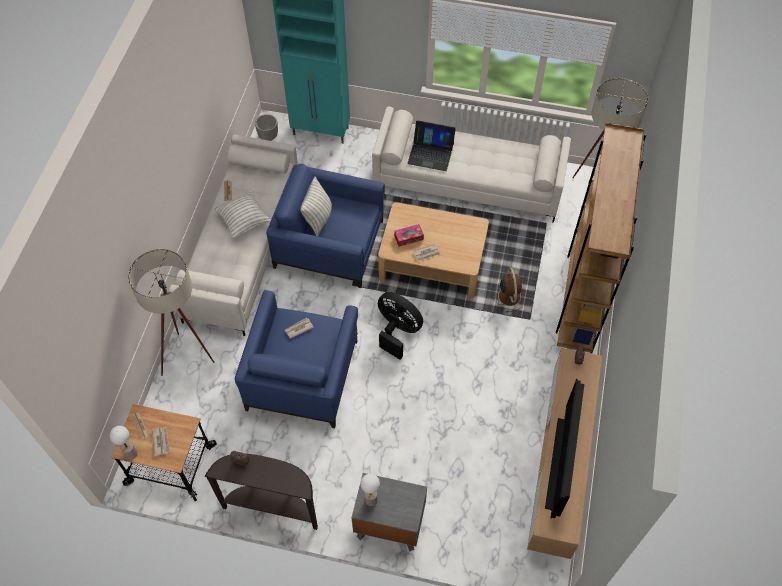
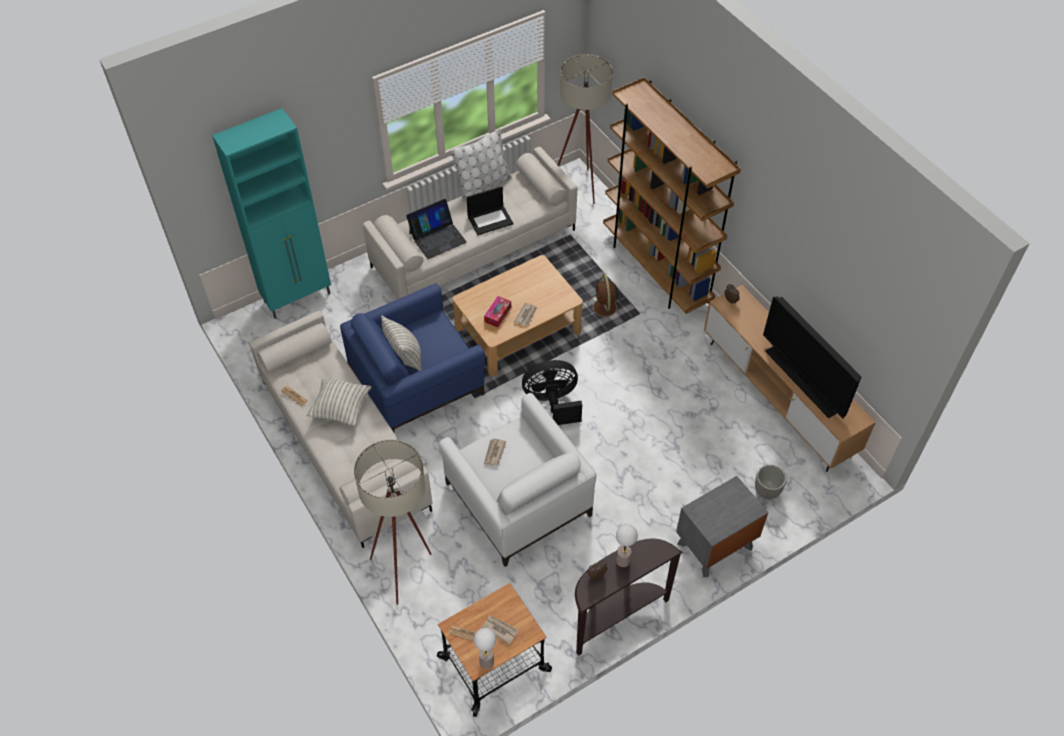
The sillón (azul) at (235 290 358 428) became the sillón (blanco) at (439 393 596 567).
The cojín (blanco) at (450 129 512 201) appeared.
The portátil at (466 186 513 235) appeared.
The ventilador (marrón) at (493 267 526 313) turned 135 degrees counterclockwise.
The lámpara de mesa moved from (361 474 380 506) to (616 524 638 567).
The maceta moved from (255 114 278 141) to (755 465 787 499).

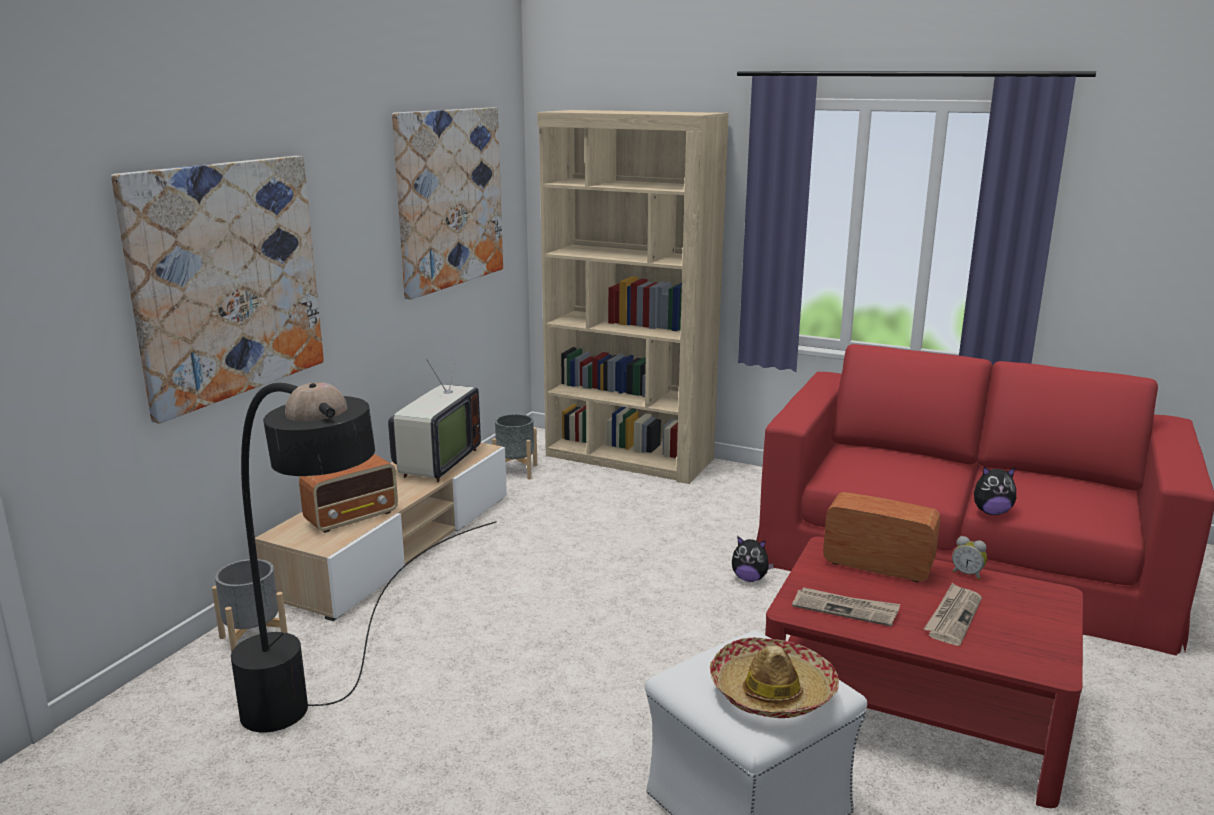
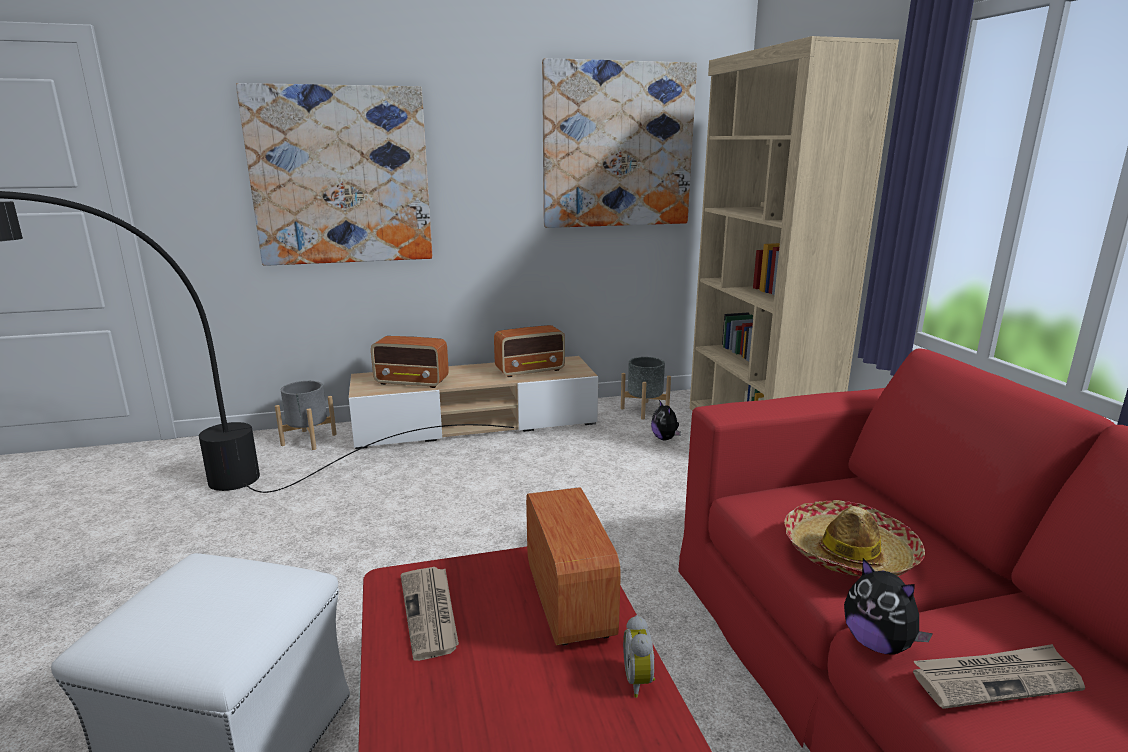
The televisor at (388 338 481 482) was replaced by the radio at (494 325 565 377).
The peluche moved from (732 536 774 582) to (651 400 681 440).
The sombrero moved from (710 637 839 718) to (784 500 925 576).
The periódico moved from (924 583 982 646) to (913 644 1085 709).

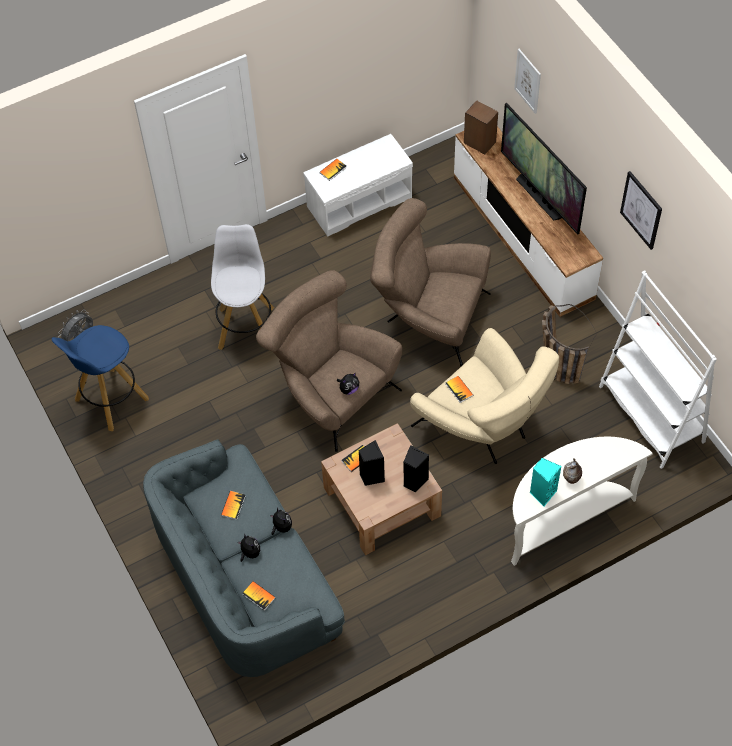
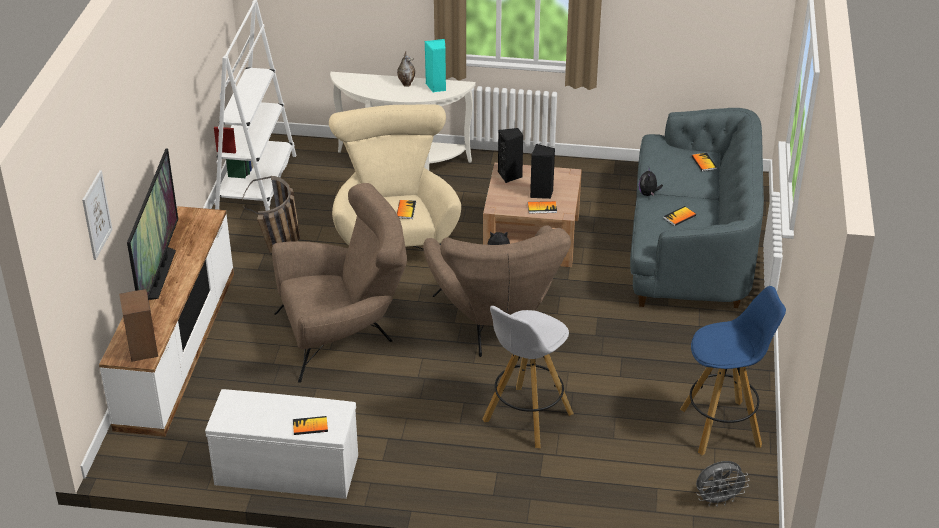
The sillón (marrón) at (370 198 491 366) turned 75 degrees counterclockwise.
The peluche at (238 535 260 562) disappeared.
The cuadro at (620 171 662 250) disappeared.

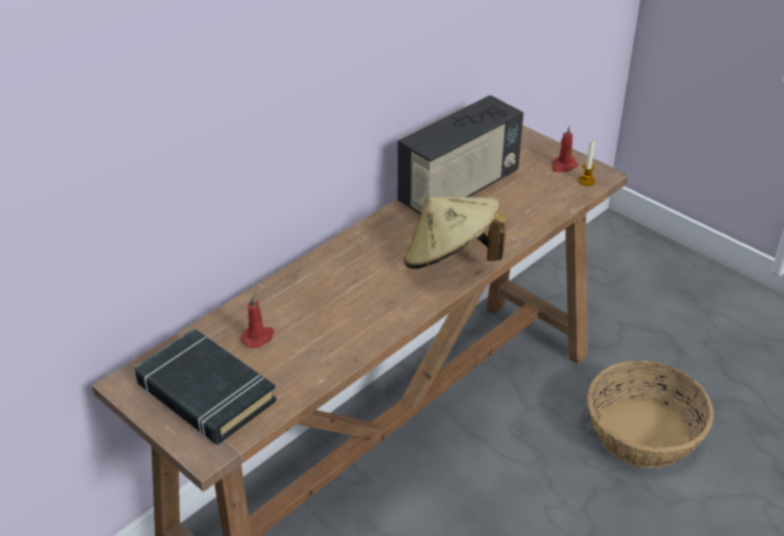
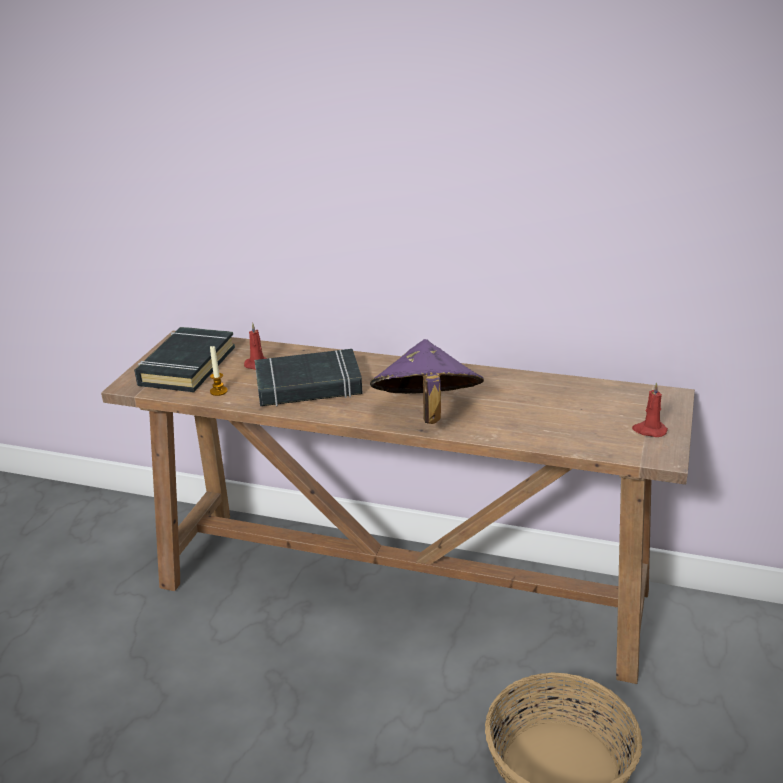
The vela moved from (578 139 595 186) to (210 346 228 396).
The libro (negro) at (255 349 363 406) appeared.
The sombrero (beis) at (404 196 507 269) became the sombrero (morado) at (370 339 484 424).
The radio at (398 95 523 215) disappeared.

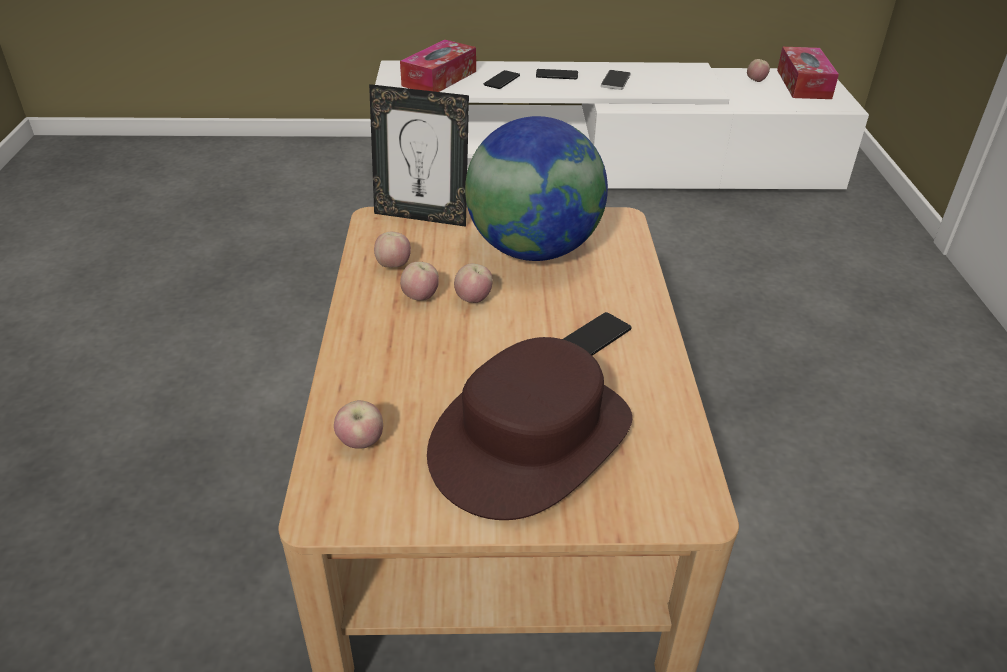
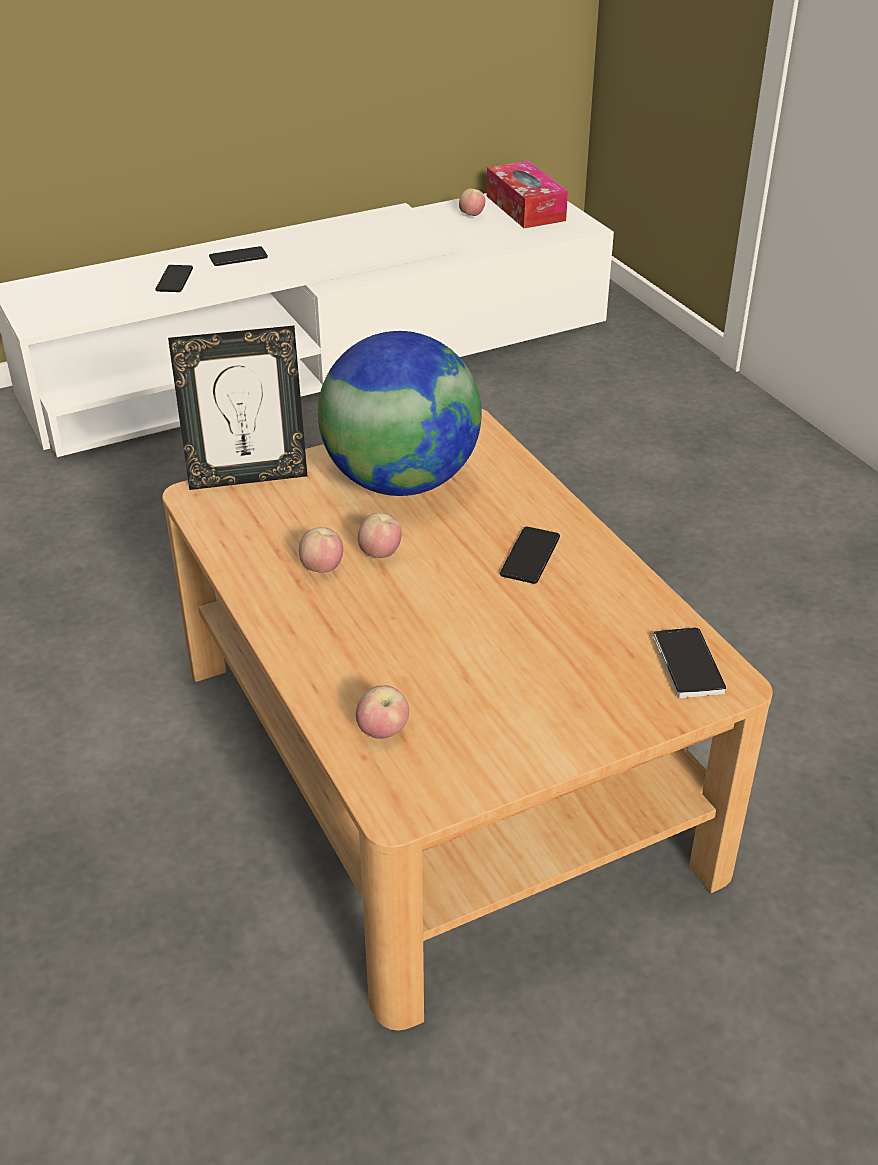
The móvil moved from (601 70 631 90) to (653 627 726 698).
The manzana at (374 231 411 267) disappeared.
The caja de pañuelos at (400 40 476 92) disappeared.
The sombrero (marrón) at (427 337 632 520) disappeared.

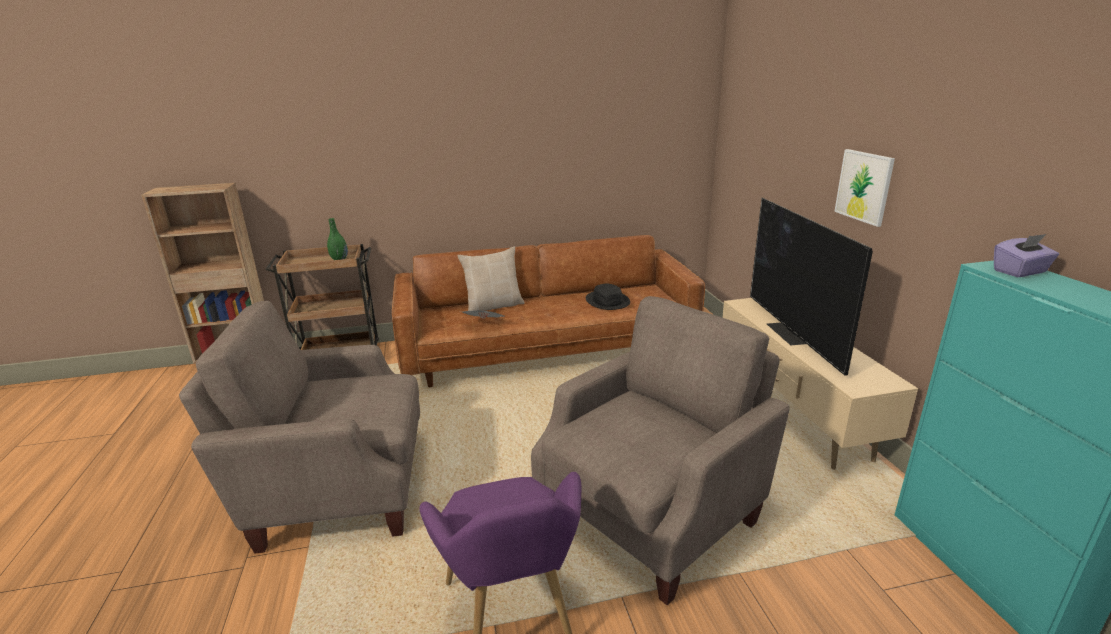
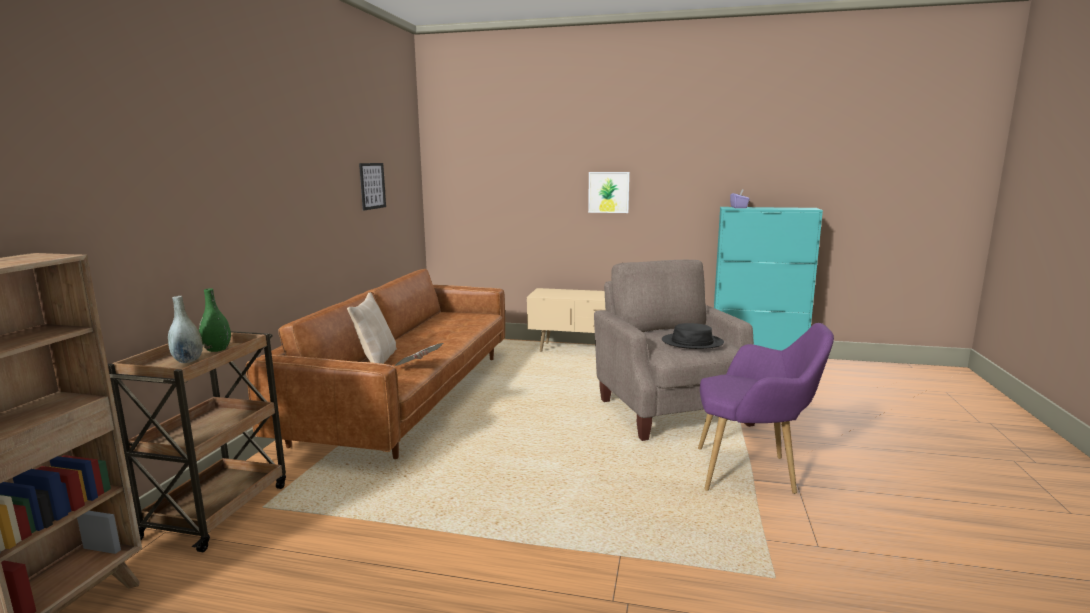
The florero (gris) at (168 296 203 363) appeared.
The cuadro at (359 163 386 211) appeared.
The sombrero (negro) moved from (586 284 630 310) to (662 323 724 349).
The sillón (beis) at (179 301 420 554) disappeared.
The televisor at (750 198 873 376) disappeared.

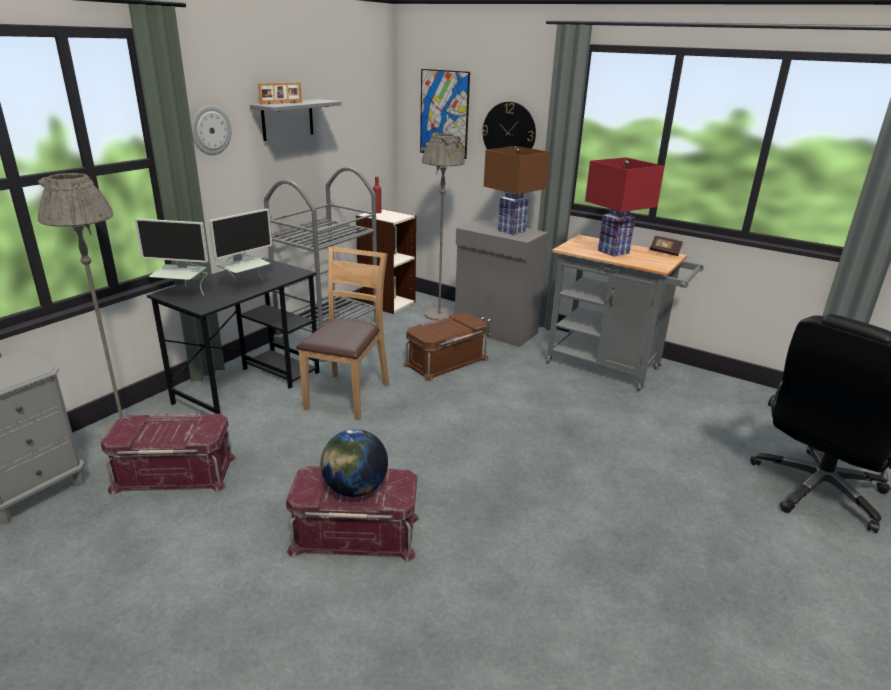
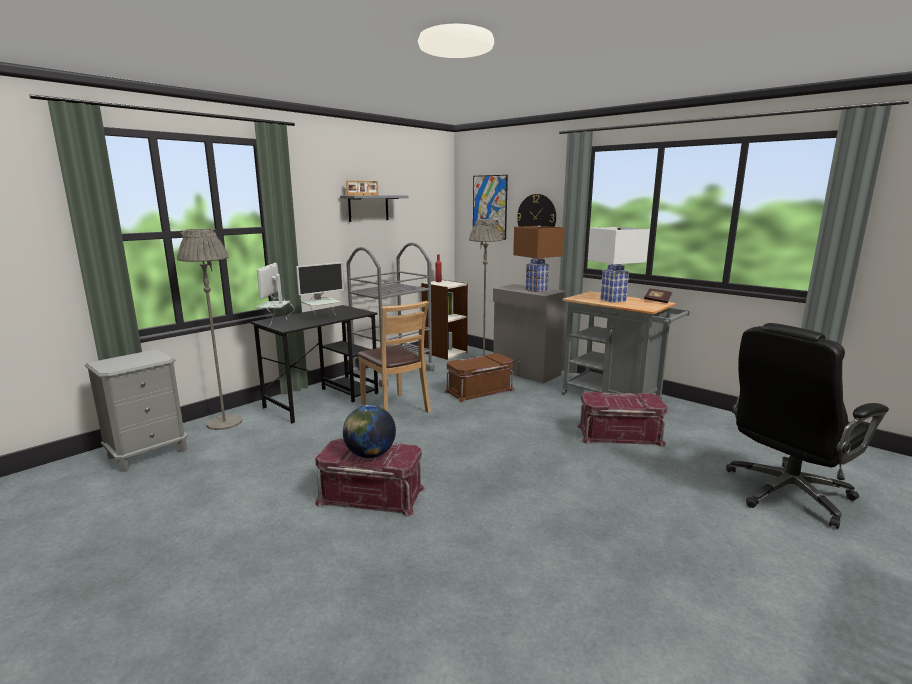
The monitor at (134 218 208 296) turned 75 degrees clockwise.
The silla (marrón) at (296 247 389 420) turned 120 degrees clockwise.
The caja de almacenaje (rojo) moved from (101 413 237 495) to (577 392 668 447).
The lámpara de mesa (rojo) at (585 158 665 256) became the lámpara de mesa (blanco) at (588 226 650 303).
The reloj de pared at (191 105 232 155) disappeared.

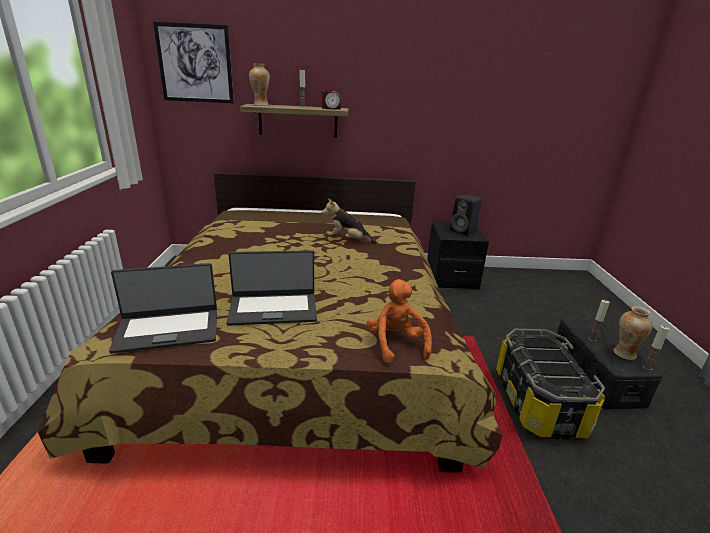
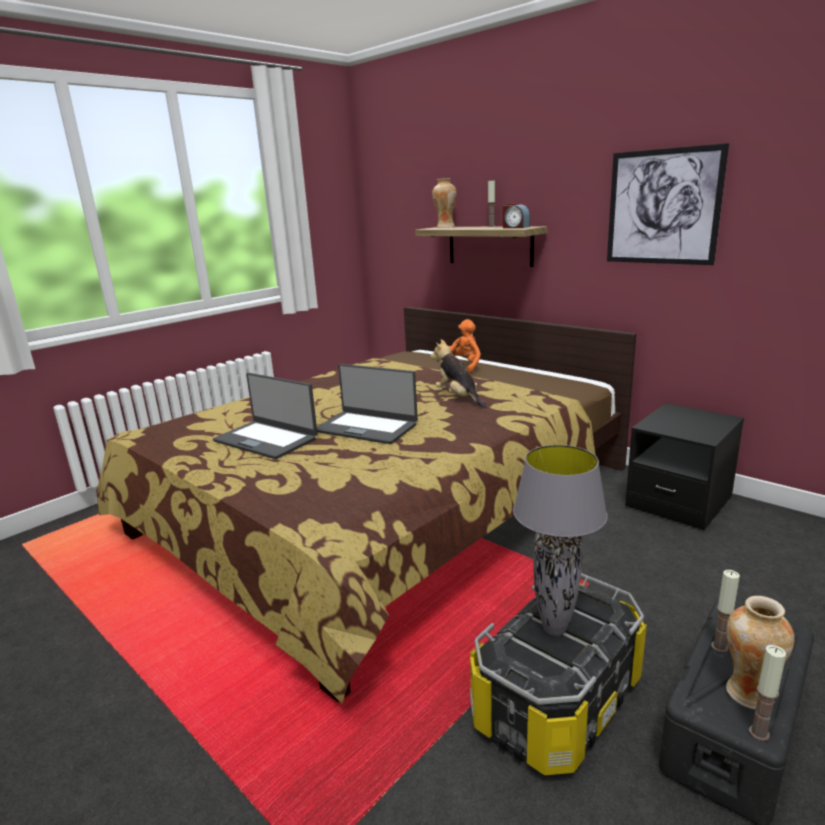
The portátil moved from (109 263 217 353) to (317 364 418 444).
The peluche (naranja) moved from (366 279 432 363) to (449 319 481 374).
The lámpara de mesa (gris) at (513 445 608 636) appeared.
The cuadro moved from (153 22 234 103) to (607 143 729 265).
The altavoz (negro) at (450 194 482 235) disappeared.

